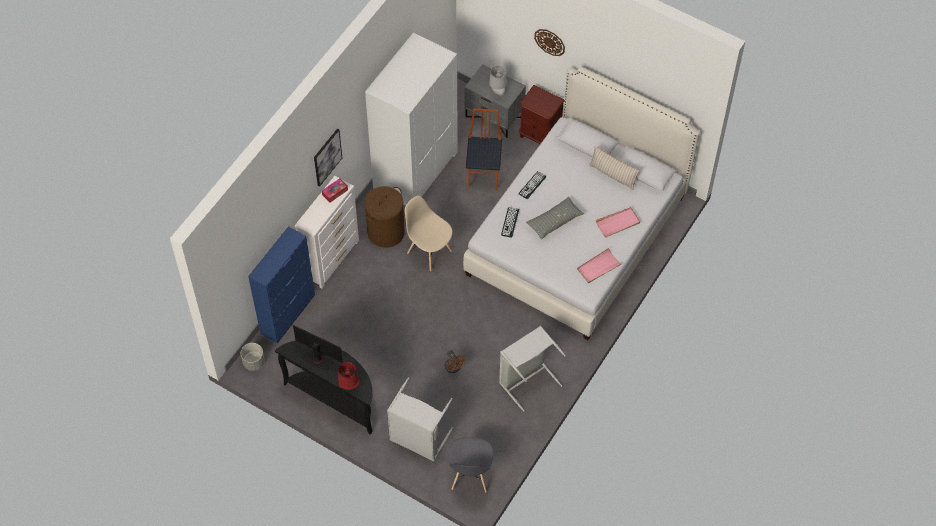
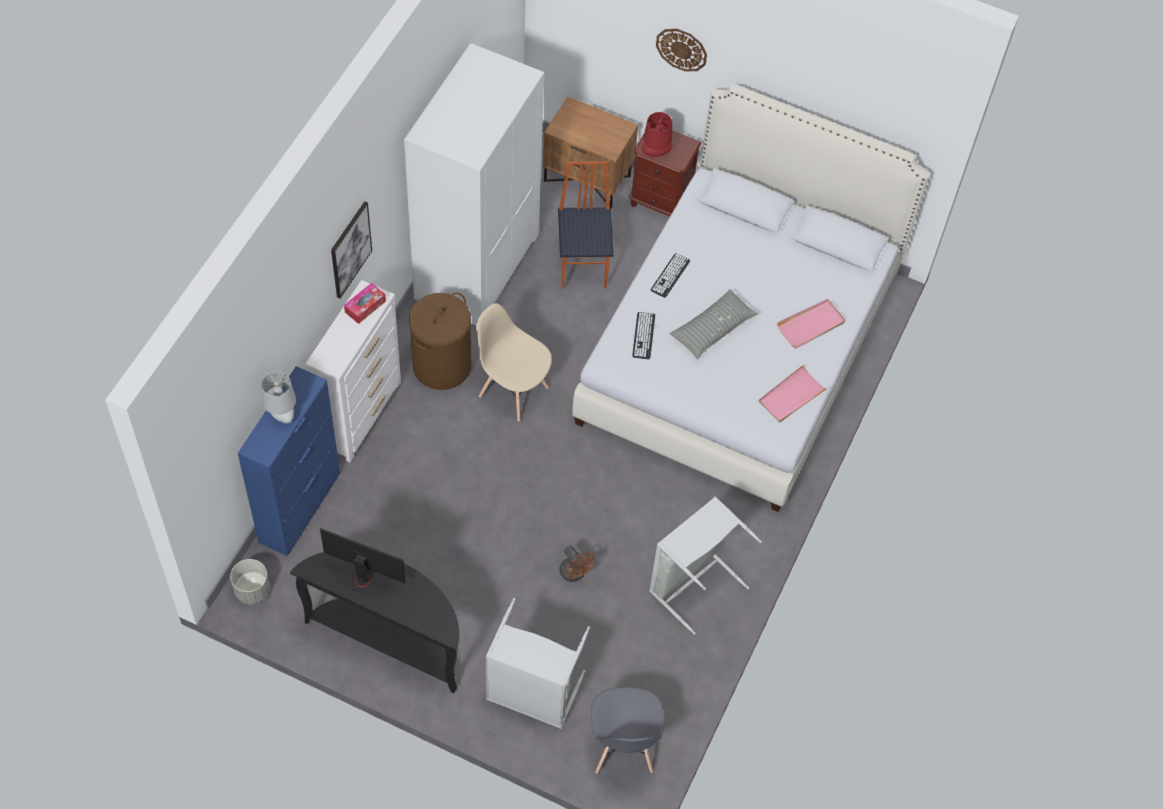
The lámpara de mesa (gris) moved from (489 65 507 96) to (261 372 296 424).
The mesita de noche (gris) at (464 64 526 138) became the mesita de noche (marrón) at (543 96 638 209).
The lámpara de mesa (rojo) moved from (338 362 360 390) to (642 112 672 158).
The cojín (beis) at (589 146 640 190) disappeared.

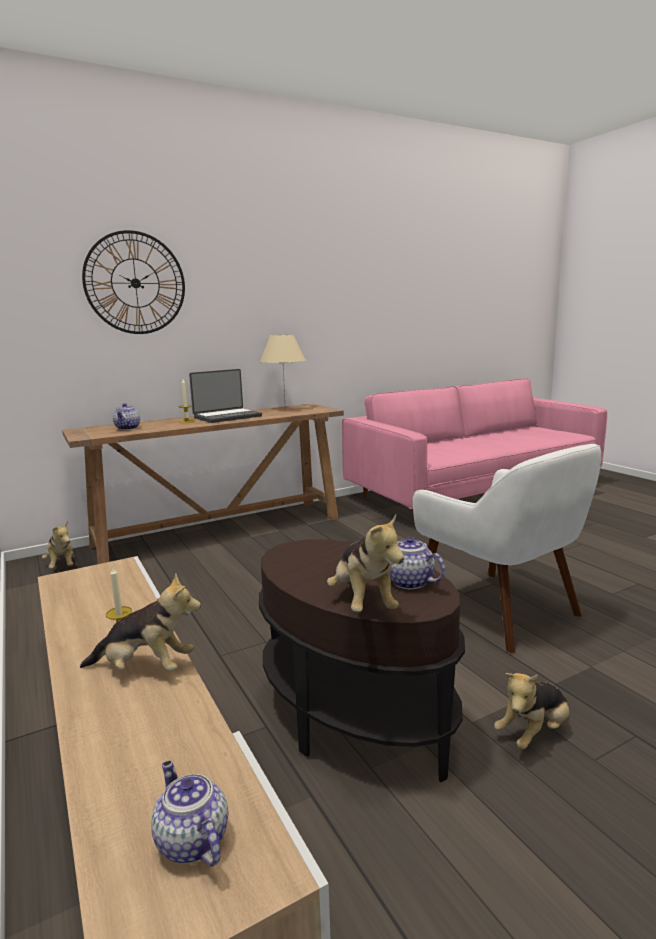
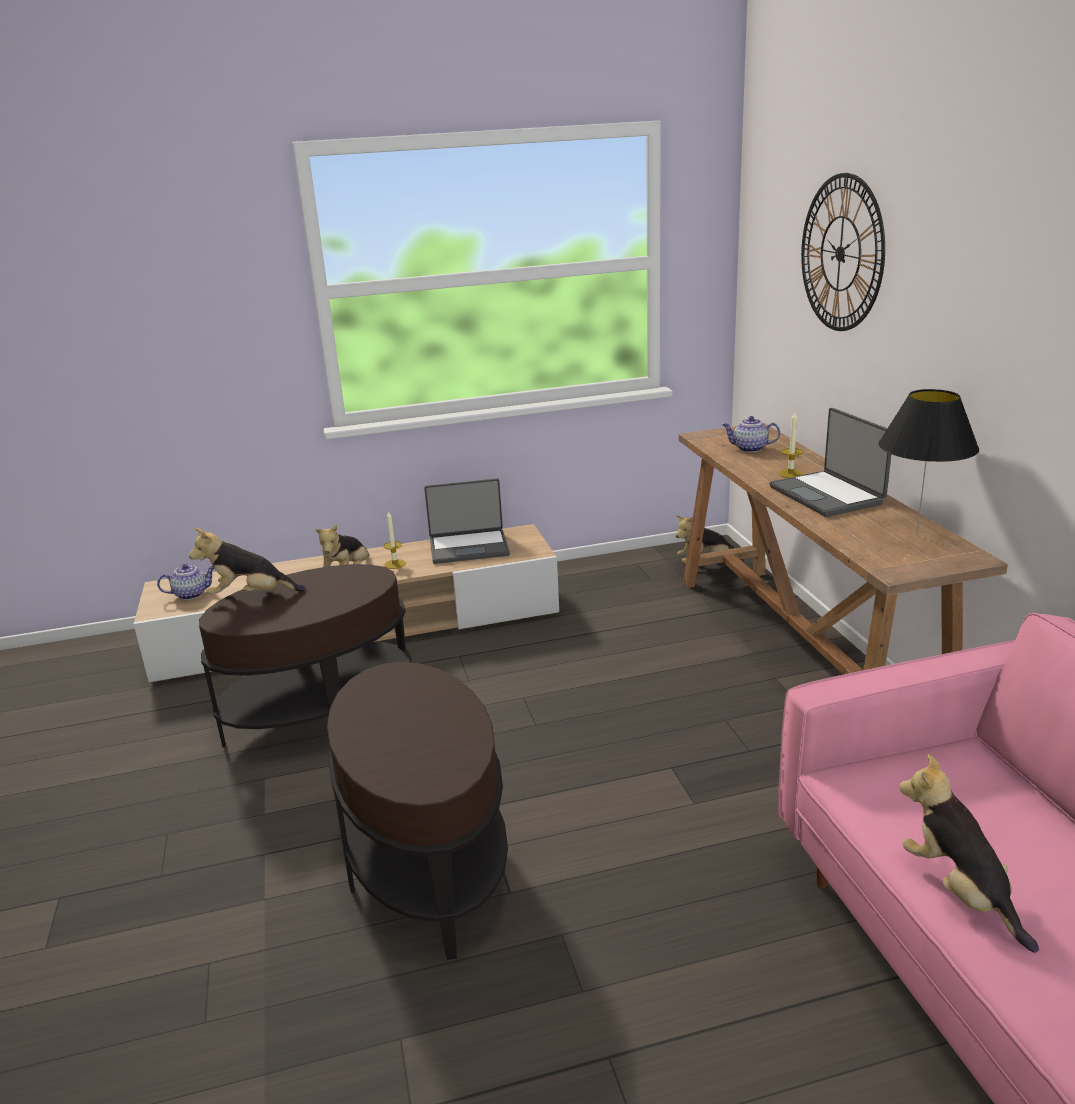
The sillón (blanco) at (413 444 601 653) was replaced by the mesa auxiliar (marrón) at (327 662 508 960).
The portátil at (424 478 510 564) appeared.
The lámpara de mesa (beis) at (260 334 306 409) became the lámpara de mesa (negro) at (878 389 979 536).
The peluche moved from (494 673 569 749) to (899 754 1039 953).
The tetera at (390 537 445 589) disappeared.

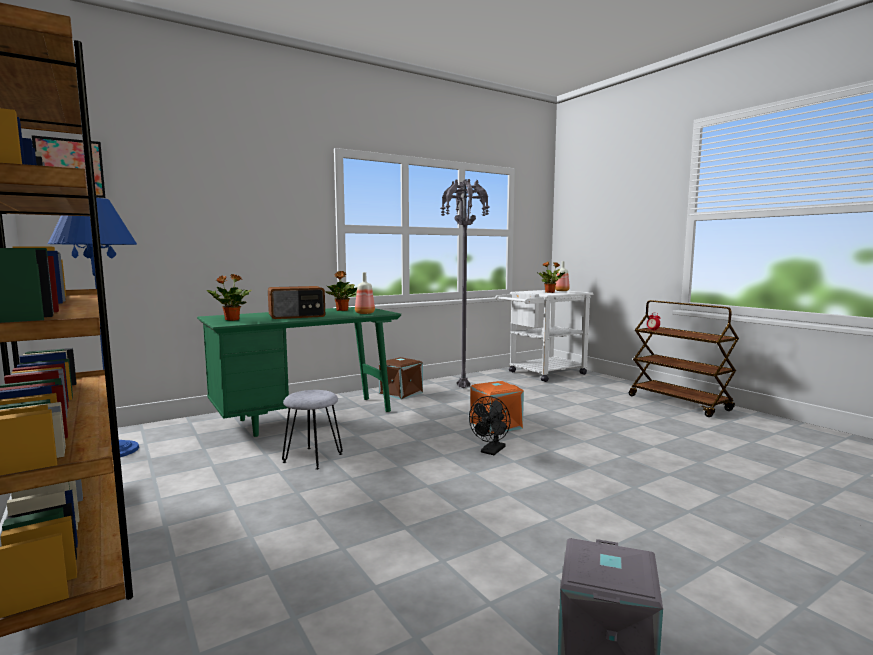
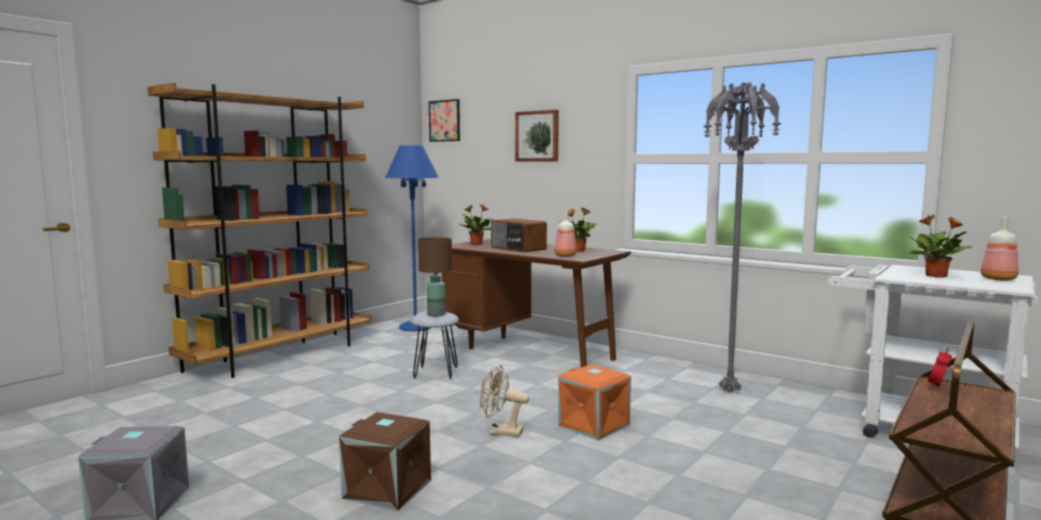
The caja de almacenaje (marrón) moved from (379 357 423 399) to (339 412 431 511).
The lámpara de mesa (marrón) at (418 237 452 317) appeared.
The escritorio (verde) at (197 307 401 437) became the escritorio (marrón) at (442 239 631 368).
The ventilador (negro) at (469 396 510 455) became the ventilador (beis) at (480 365 529 437).
The cuadro at (515 110 559 162) appeared.

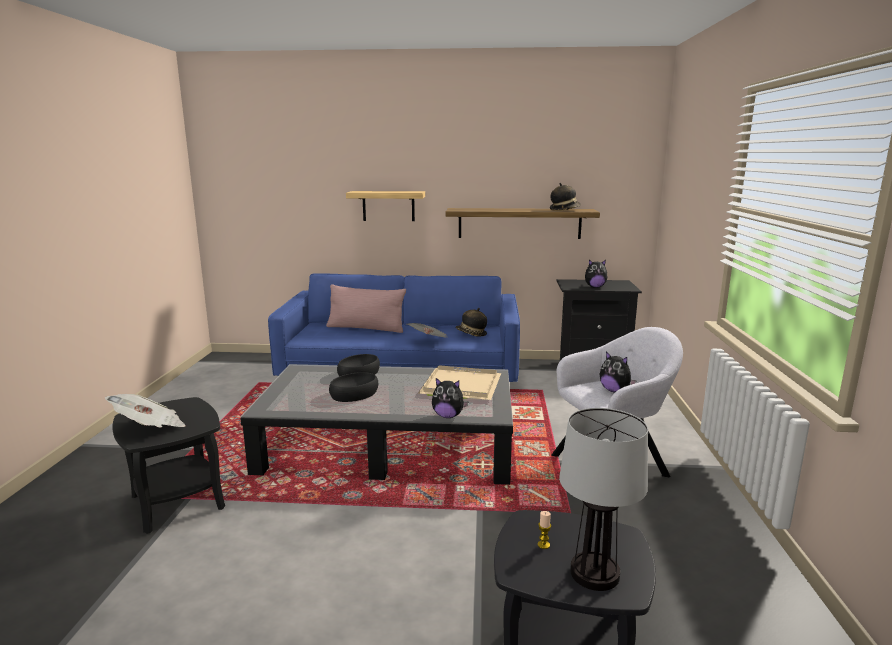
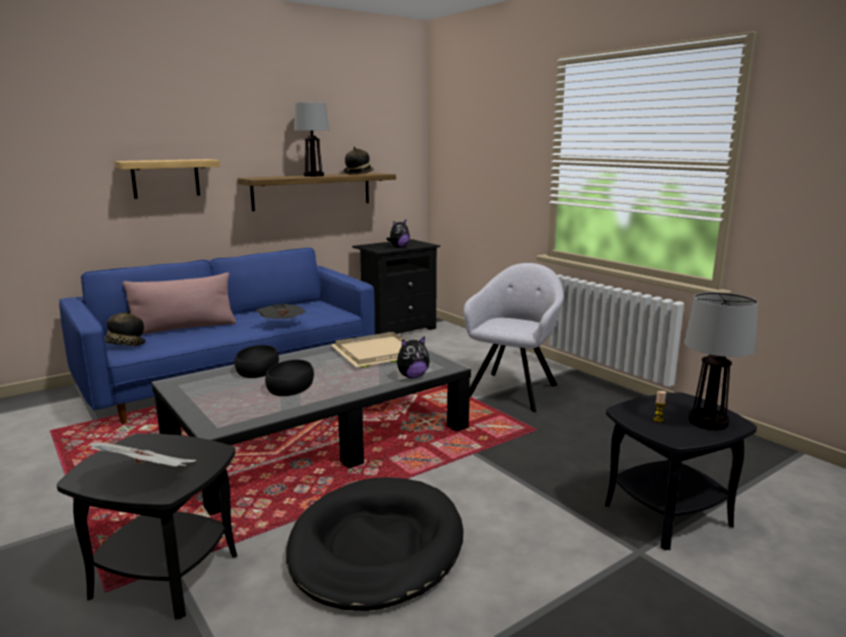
The sombrero moved from (455 308 487 336) to (104 309 146 346).
The cama para perro (negro) at (286 477 464 611) appeared.
The lámpara de mesa at (294 102 329 177) appeared.
The peluche at (600 351 637 392) disappeared.

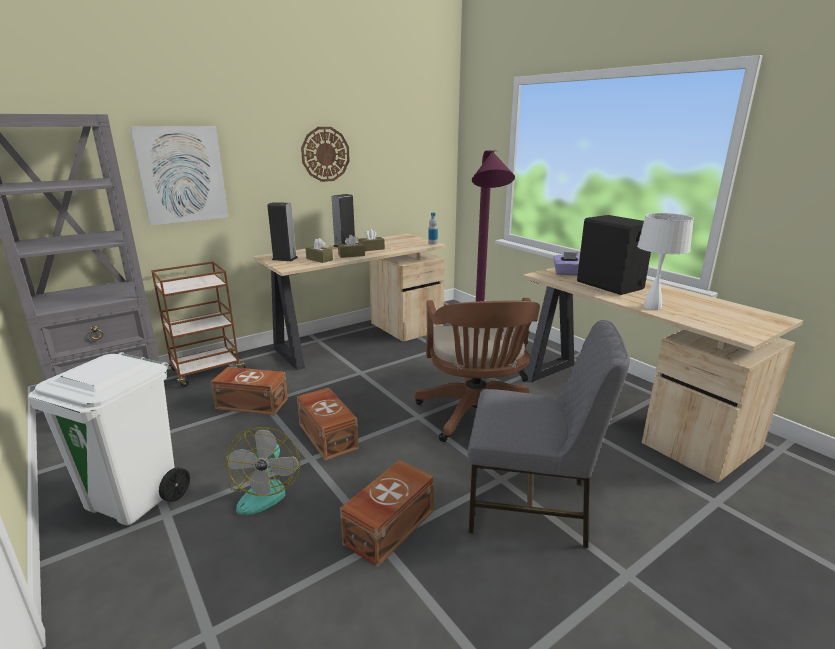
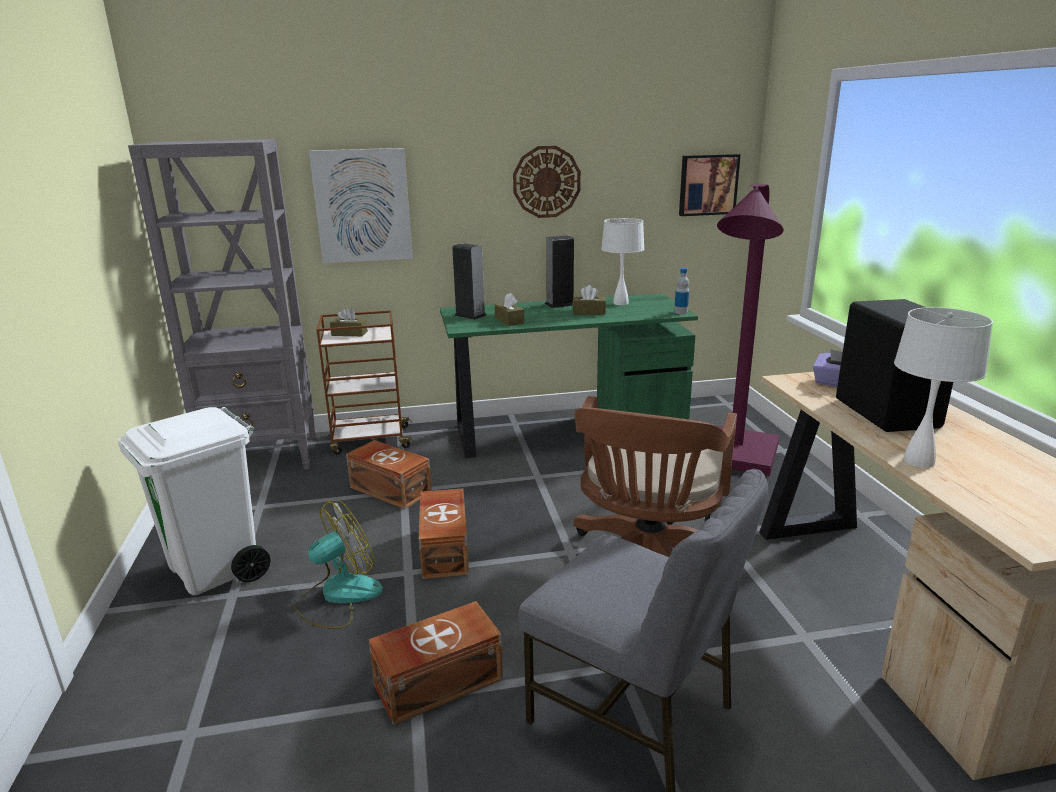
The ventilador at (226 427 300 515) turned 150 degrees counterclockwise.
The caja de pañuelos (marrón) moved from (338 235 365 258) to (330 307 368 336).
The escritorio (beis) at (253 234 446 370) became the escritorio (verde) at (440 293 698 458).
The lámpara de mesa (blanco) at (601 218 644 305) appeared.
The cuadro at (679 154 741 216) appeared.

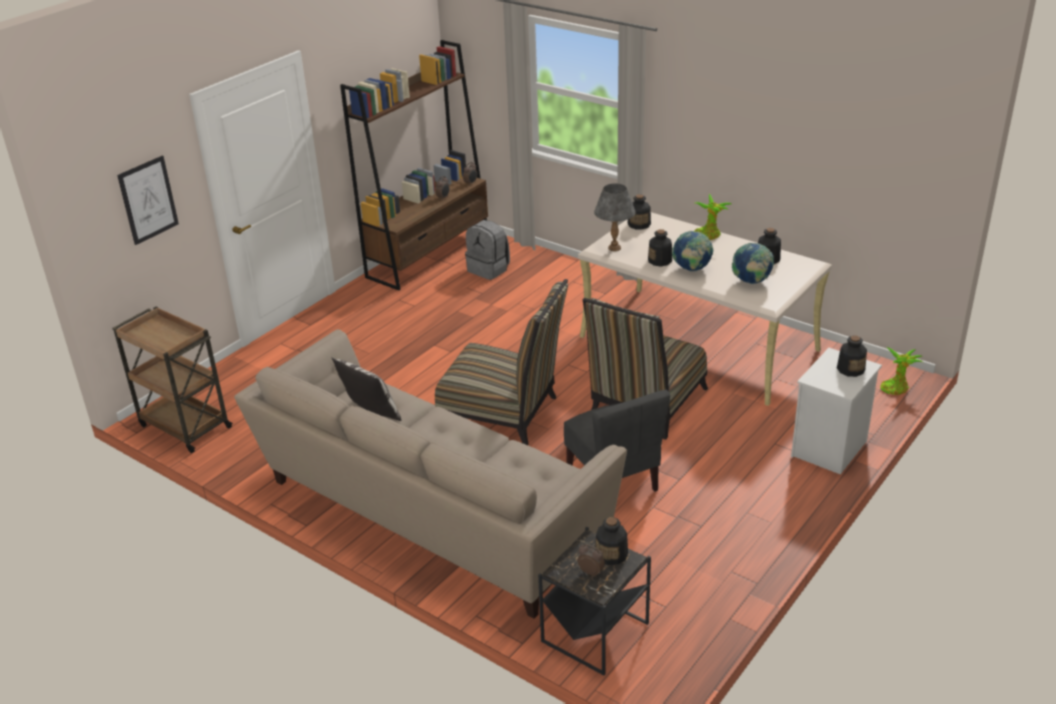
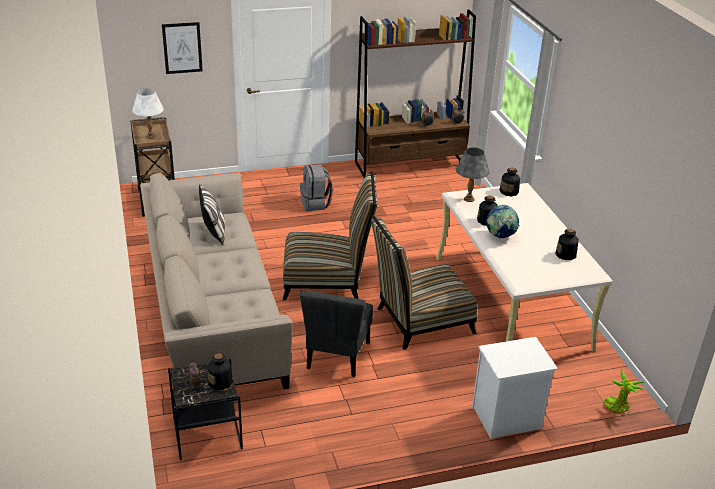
The lámpara de mesa (blanco) at (132 88 164 139) appeared.
The silla at (435 279 568 445) turned 60 degrees counterclockwise.
The mochila (gris) moved from (465 220 510 280) to (300 164 333 211).
The planta en maceta at (695 194 731 240) disappeared.
The globo terráqueo at (732 243 774 284) disappeared.
The botella at (837 335 867 377) disappeared.

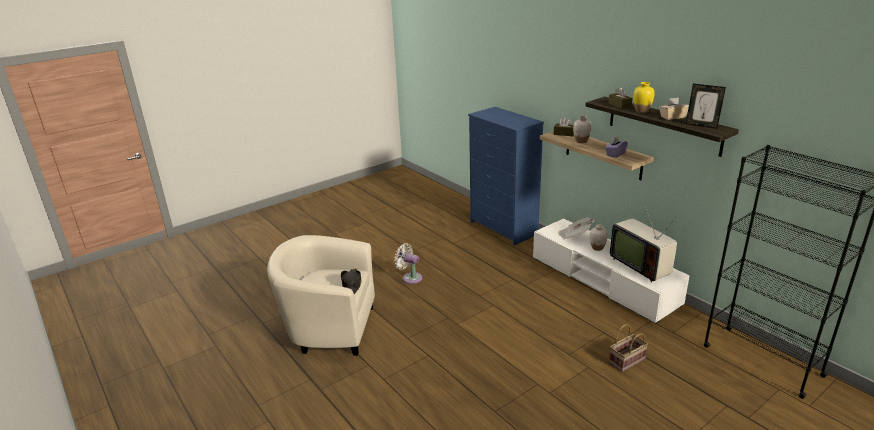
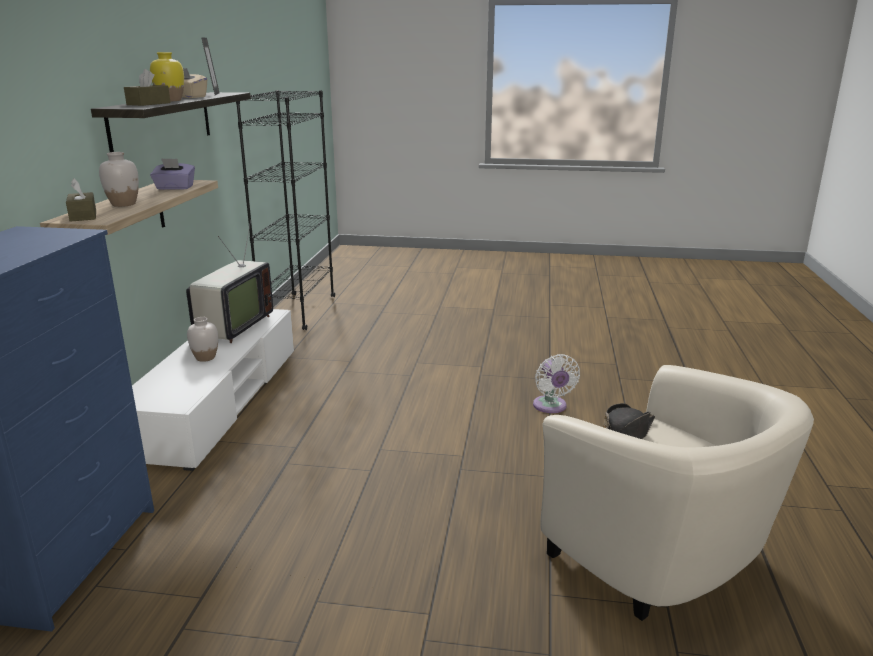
The ventilador (blanco) moved from (394 243 422 284) to (533 354 580 413).
The periódico at (558 217 594 240) disappeared.
The cesta at (609 324 648 372) disappeared.

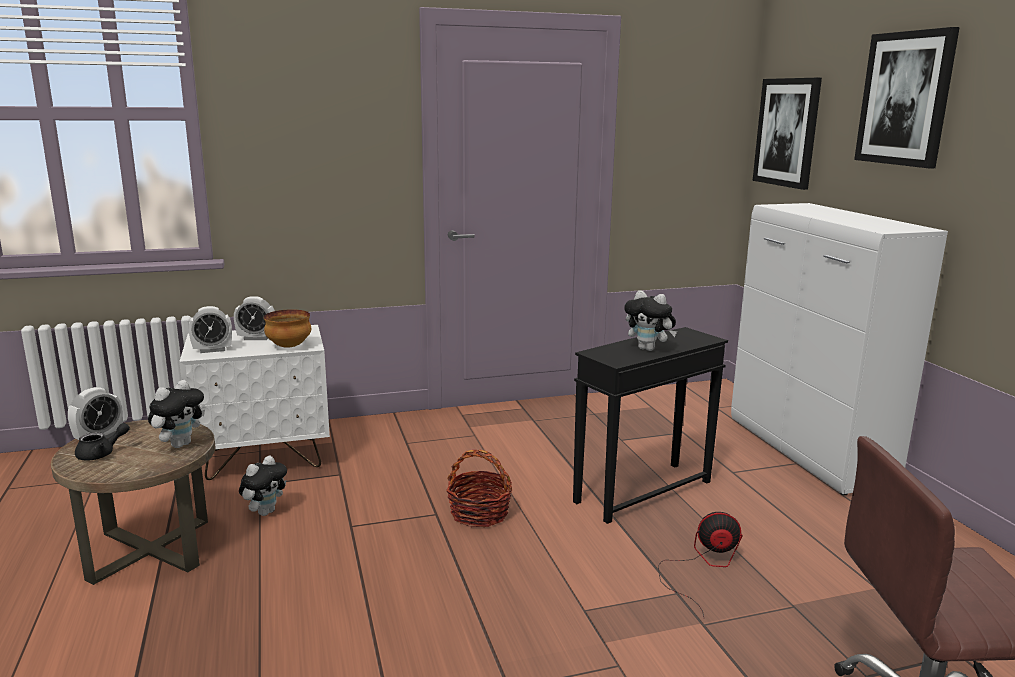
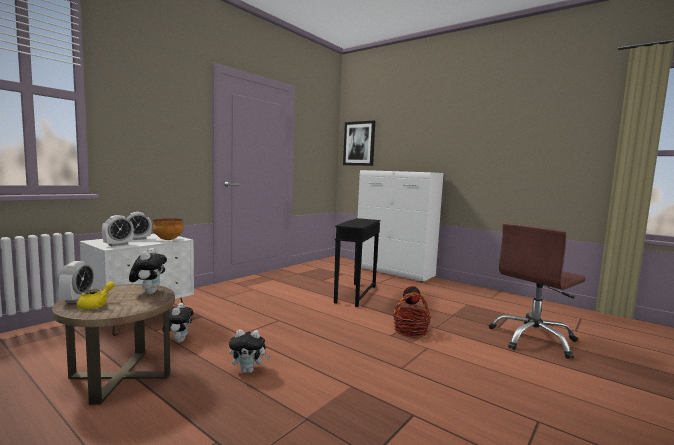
The tetera (negro) at (75 423 130 460) became the tetera (amarillo) at (77 281 115 309).
The peluche moved from (624 290 677 351) to (229 329 270 373).
The cesta moved from (447 450 512 527) to (393 292 432 337).
The cuadro at (854 27 960 168) disappeared.

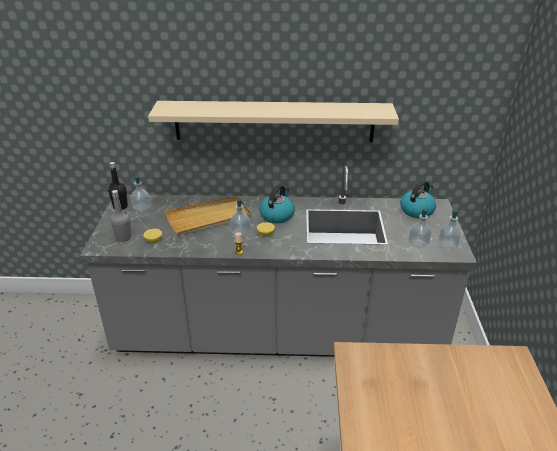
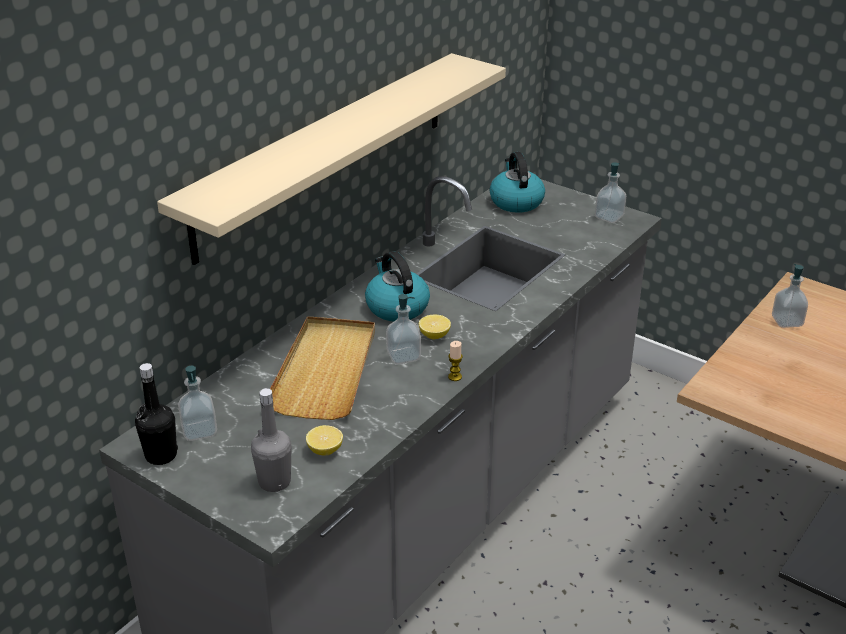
The dispensador de jabón moved from (409 208 432 248) to (772 264 808 328).

